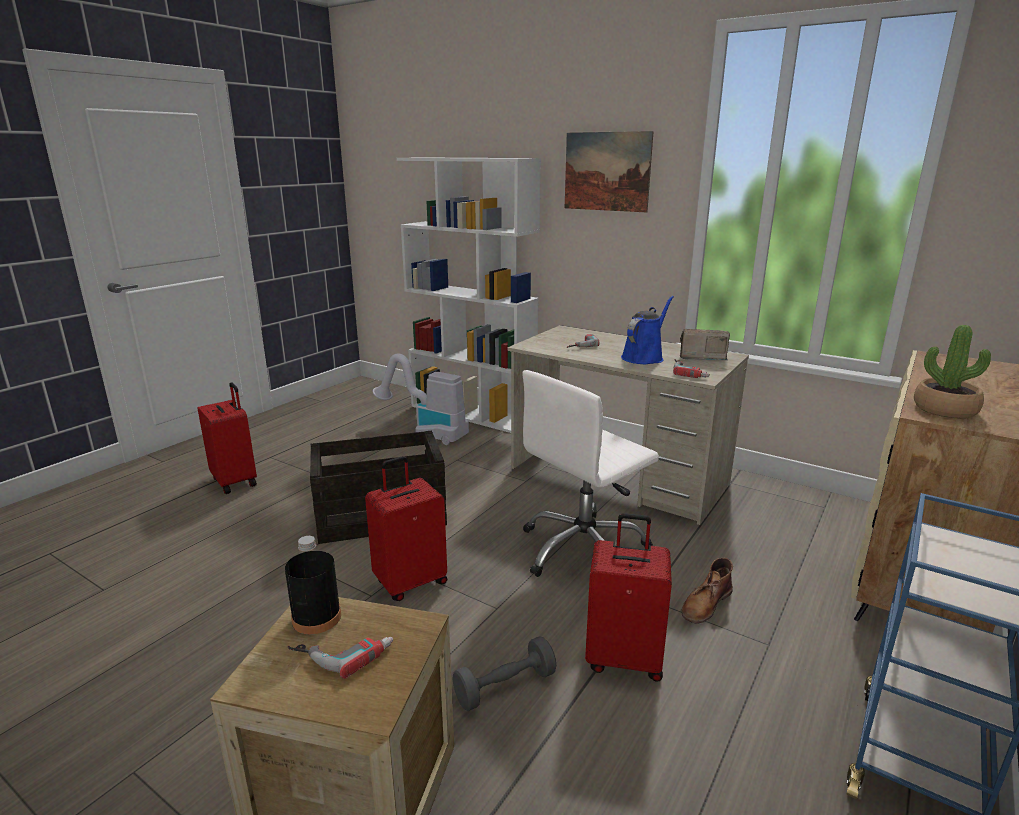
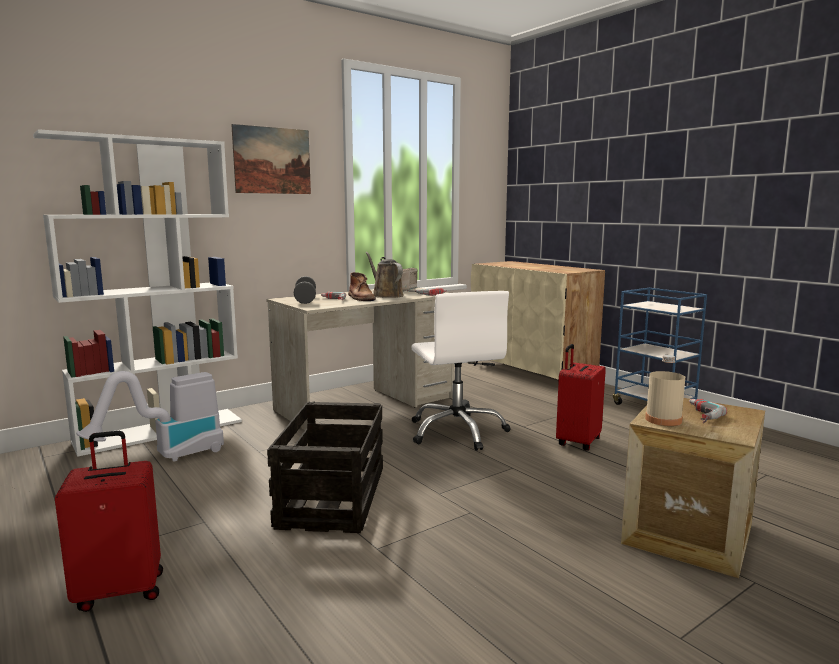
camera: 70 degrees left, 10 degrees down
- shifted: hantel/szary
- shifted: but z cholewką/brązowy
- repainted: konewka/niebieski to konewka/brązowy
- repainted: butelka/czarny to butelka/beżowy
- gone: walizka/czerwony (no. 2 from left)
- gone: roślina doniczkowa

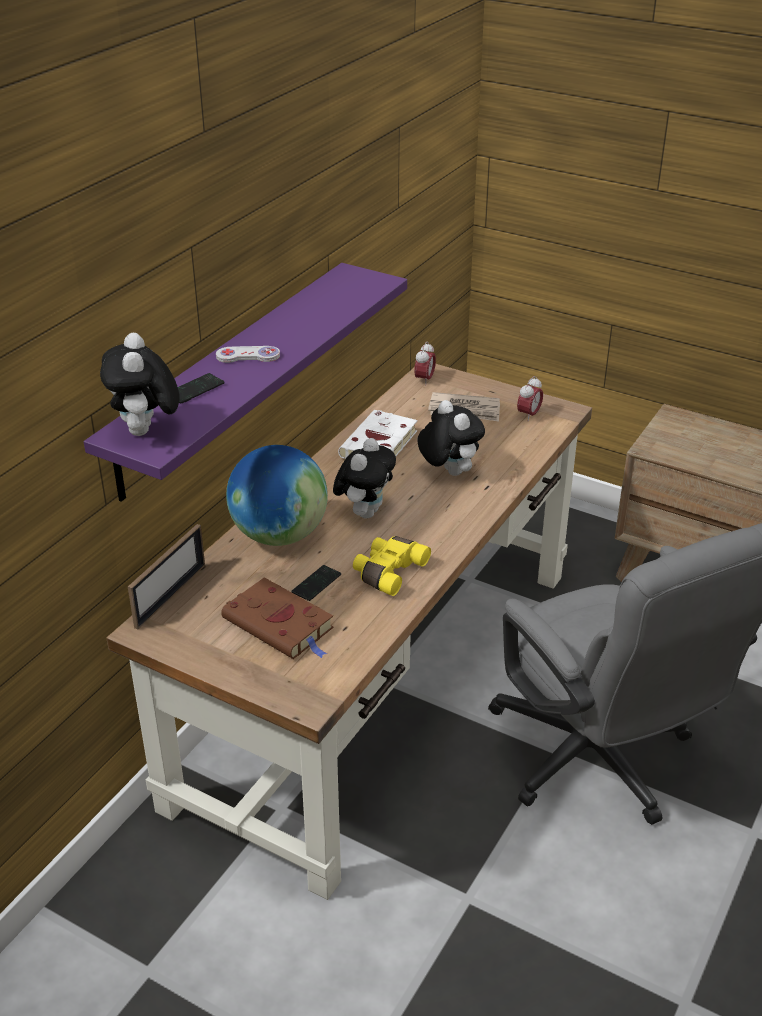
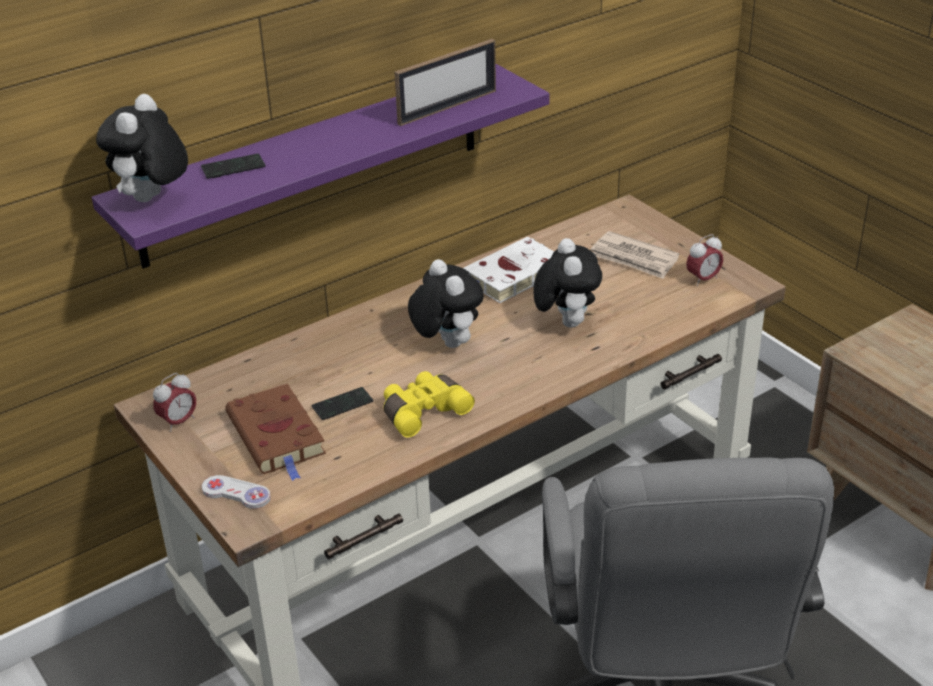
camera: 25 degrees right, 0 degrees up
- shifted: budzik (no. 1 from left)
- shifted: pad do gier/biały
- shifted: ramka na zdjęcie
- rotated: pluszak (no. 2 from left) 75 degrees counterclockwise
- gone: globus

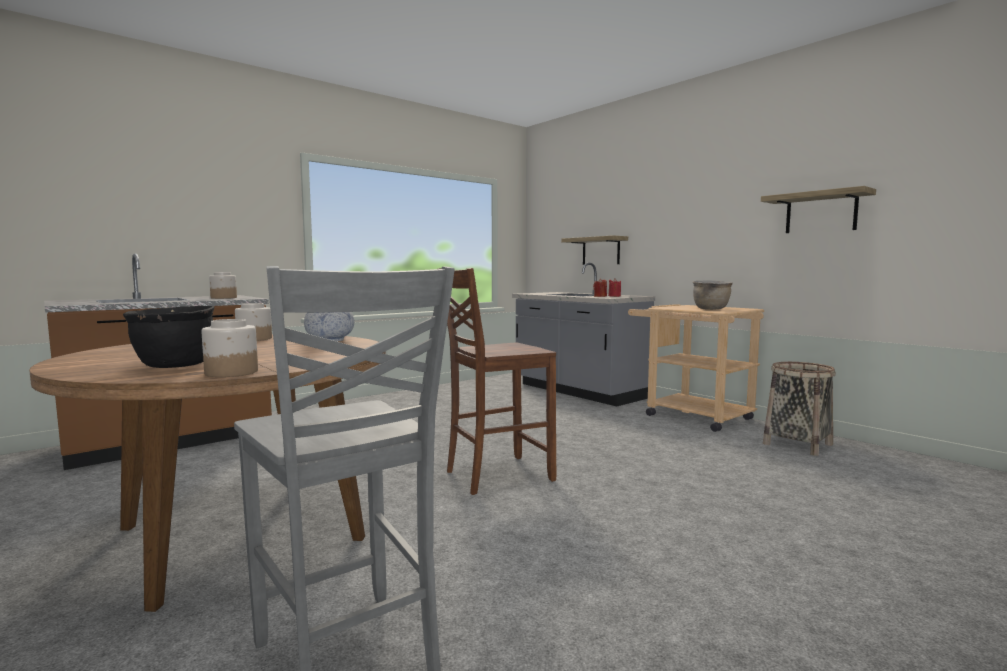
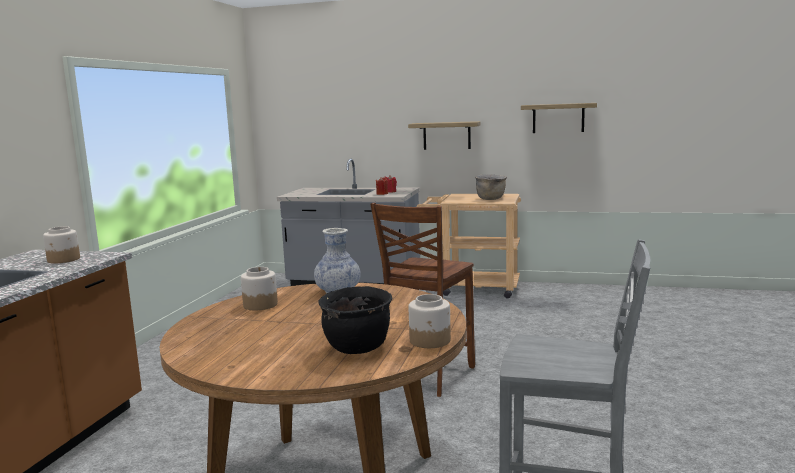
camera: 35 degrees left, 5 degrees up
- shifted: półka (no. 1 from left)
- gone: koszyk

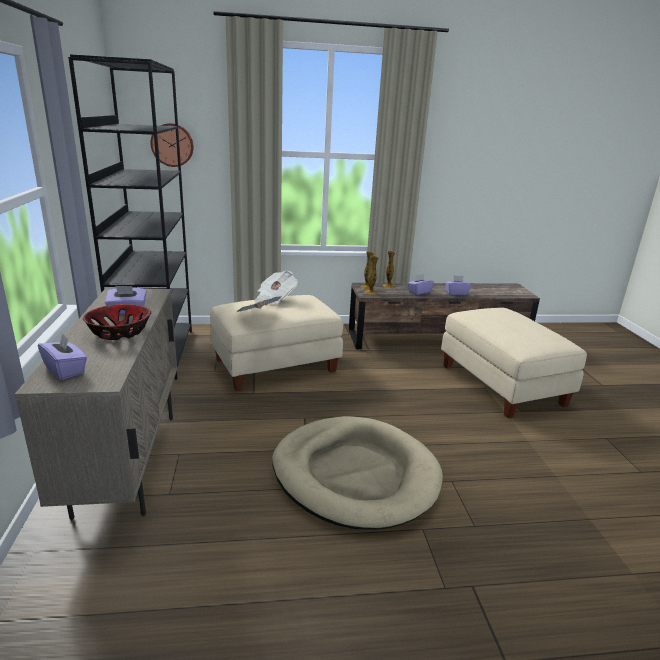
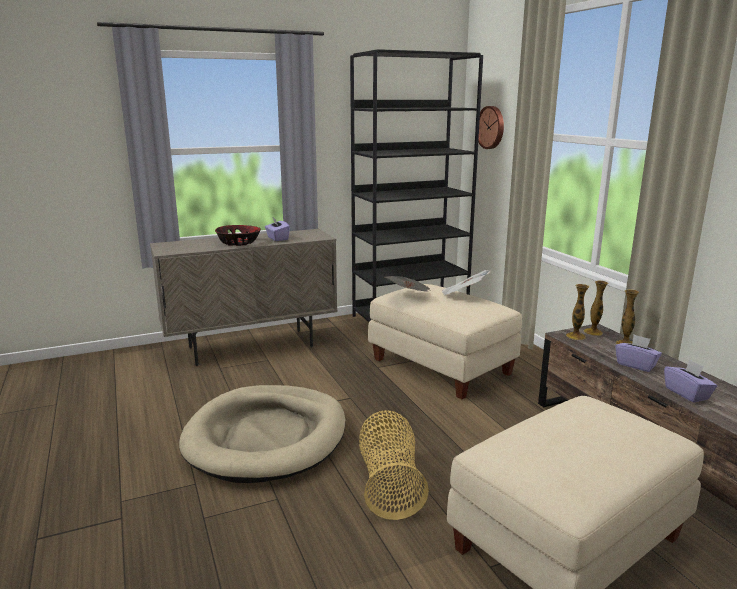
camera: 75 degrees right, 5 degrees down
- new: koszyk
- gone: pudełko chusteczek/fioletowy (no. 1 from left)

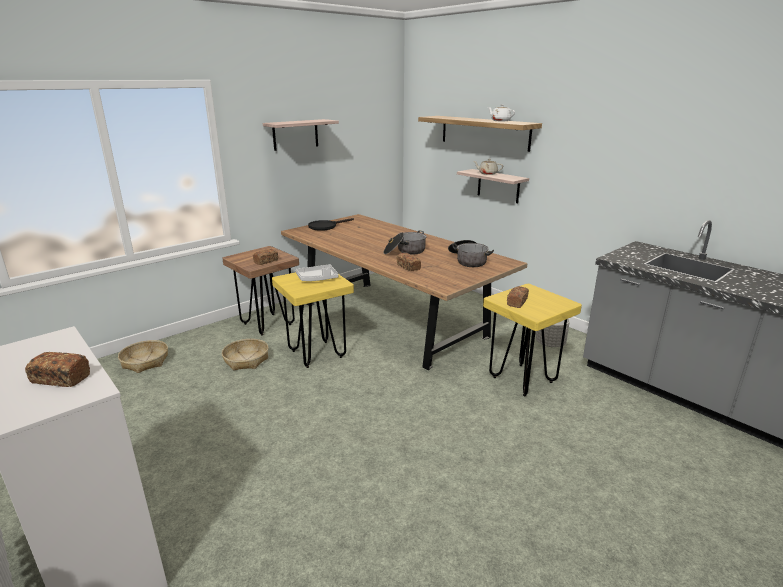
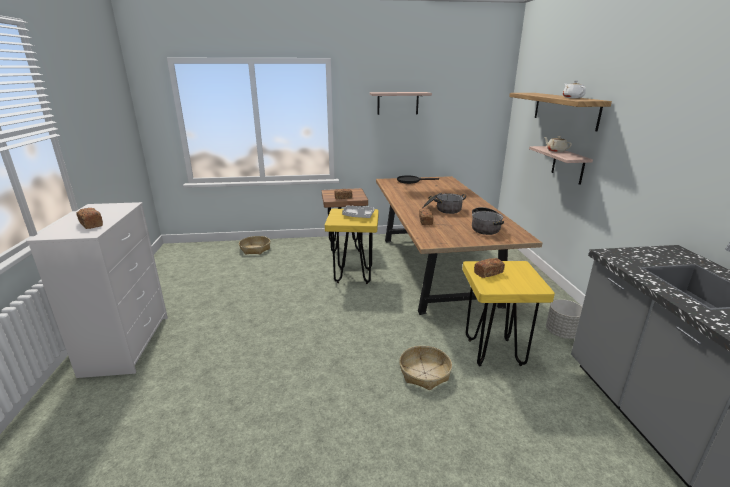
camera: 35 degrees right, 0 degrees up
- shifted: koszyk (no. 2 from left)

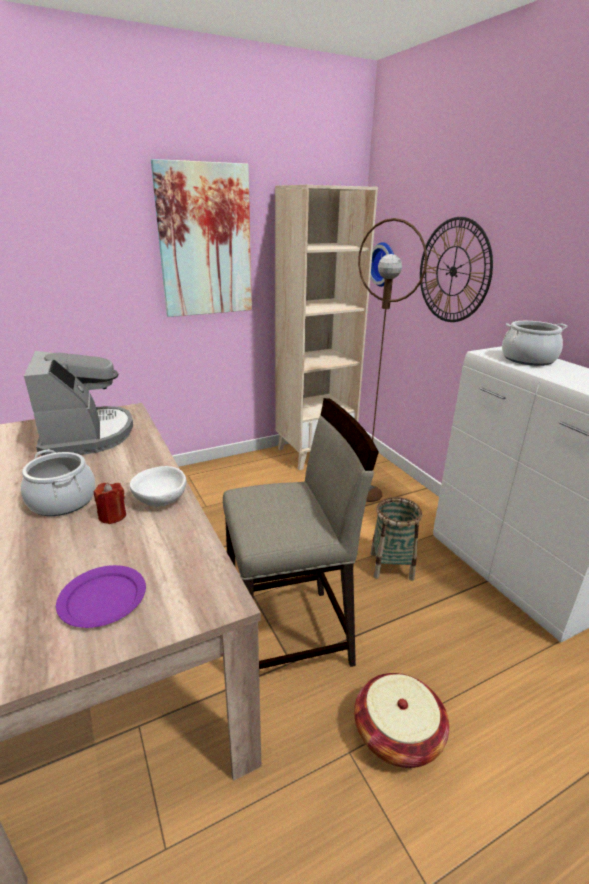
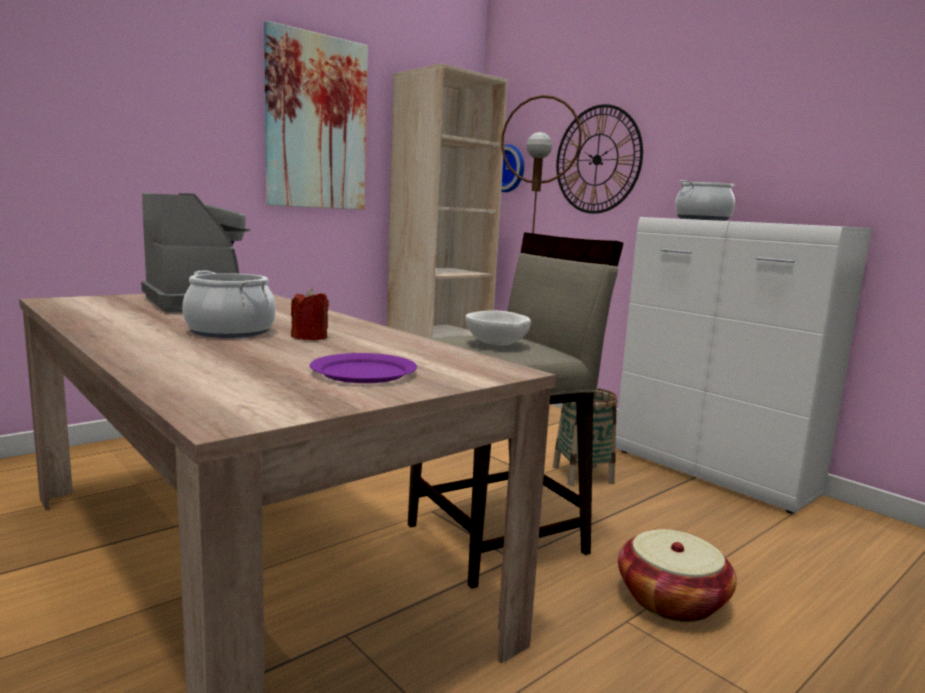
camera: 15 degrees left, 15 degrees down
- shifted: miska/biały

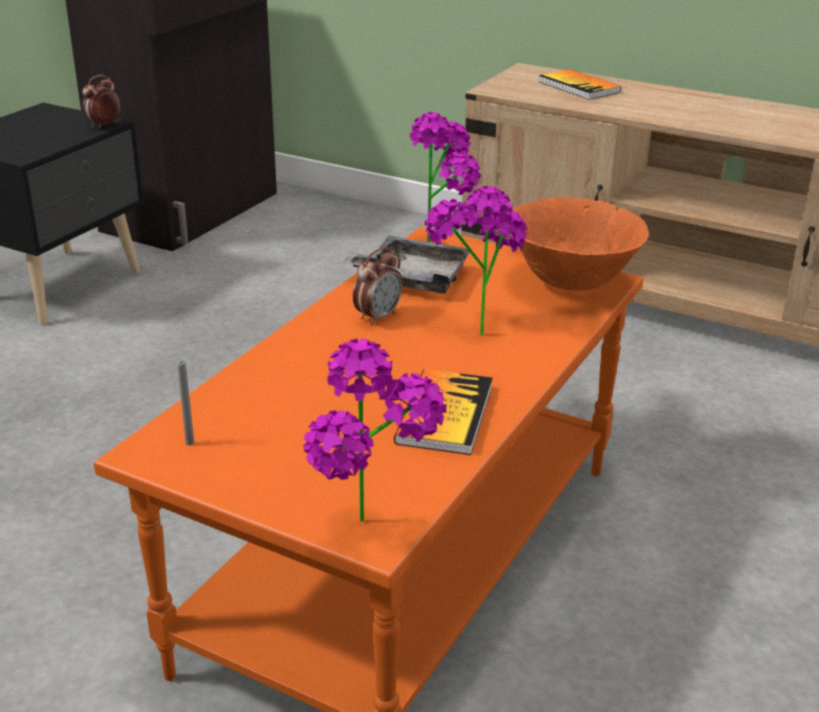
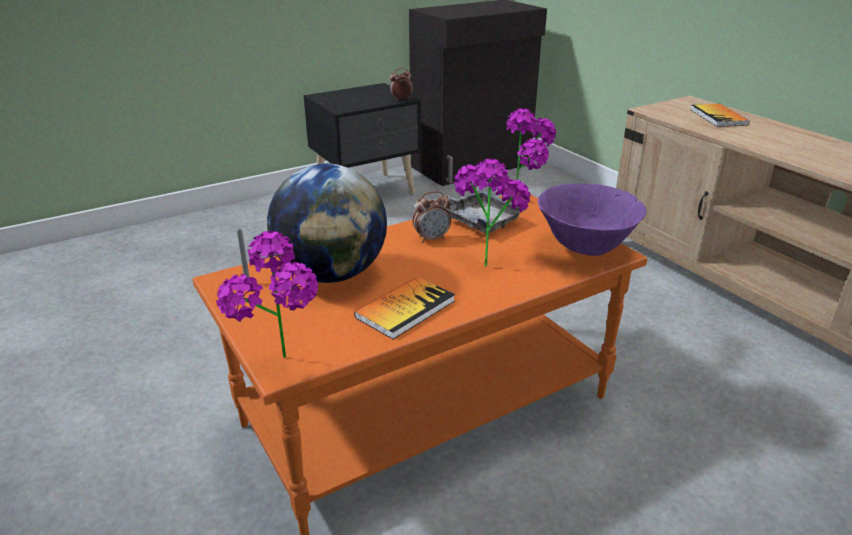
camera: 30 degrees right, 0 degrees up
- new: globus
- repainted: miska/pomarańczowy to miska/fioletowy

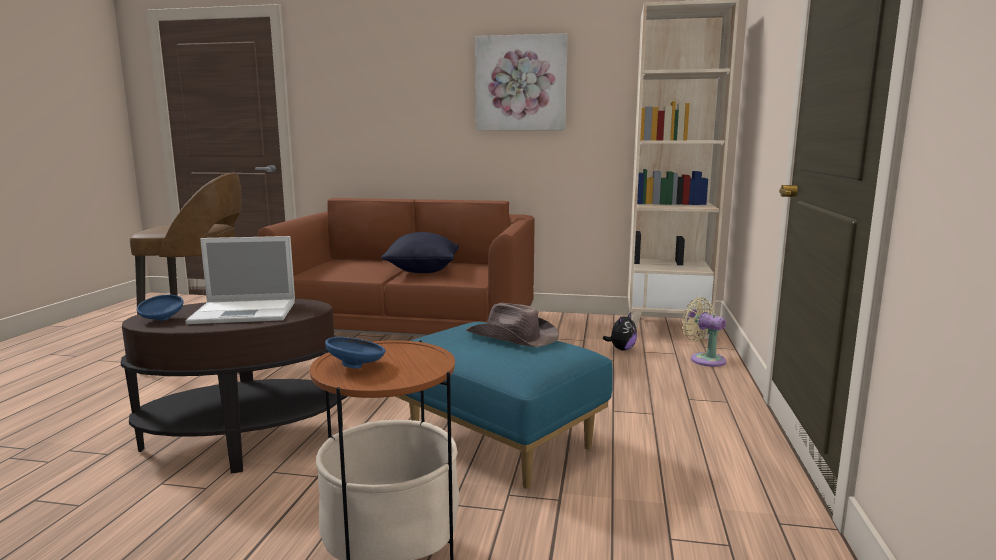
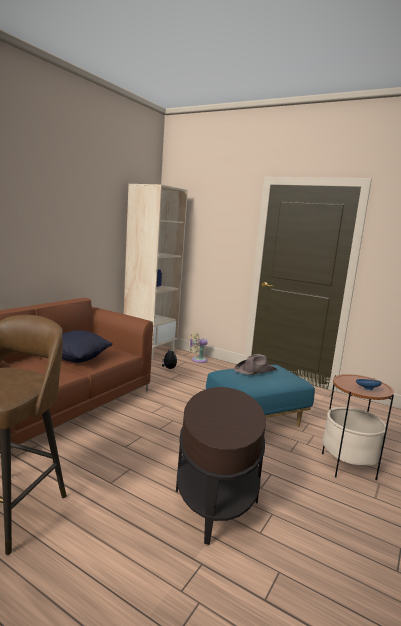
camera: 70 degrees left, 0 degrees up
- gone: miska/niebieski (no. 1 from left)
- gone: laptop
- gone: obraz

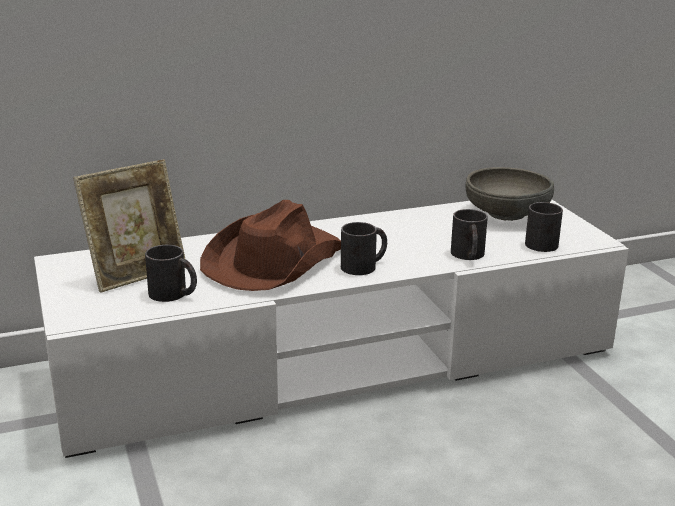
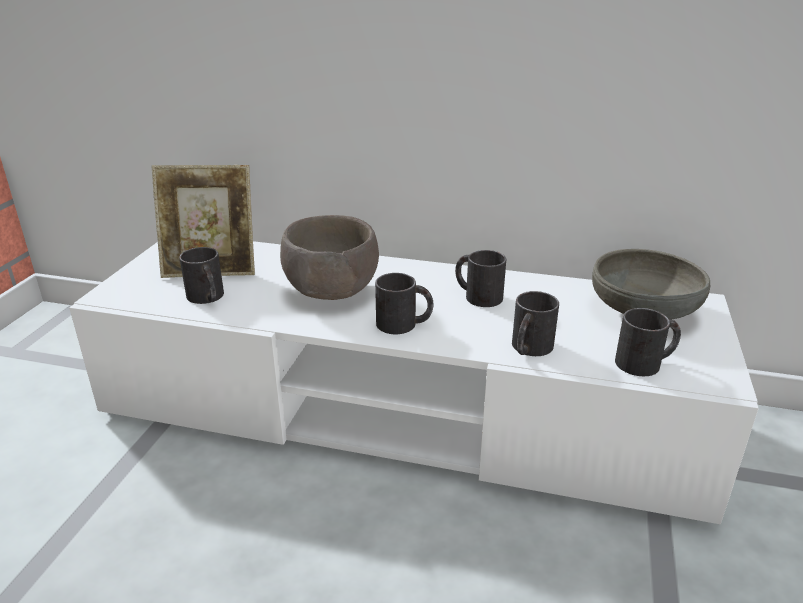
camera: 35 degrees right, 5 degrees up
- swapped: kapelusz/brązowy to miska/brązowy
- new: kubek/czarny (no. 3 from left)

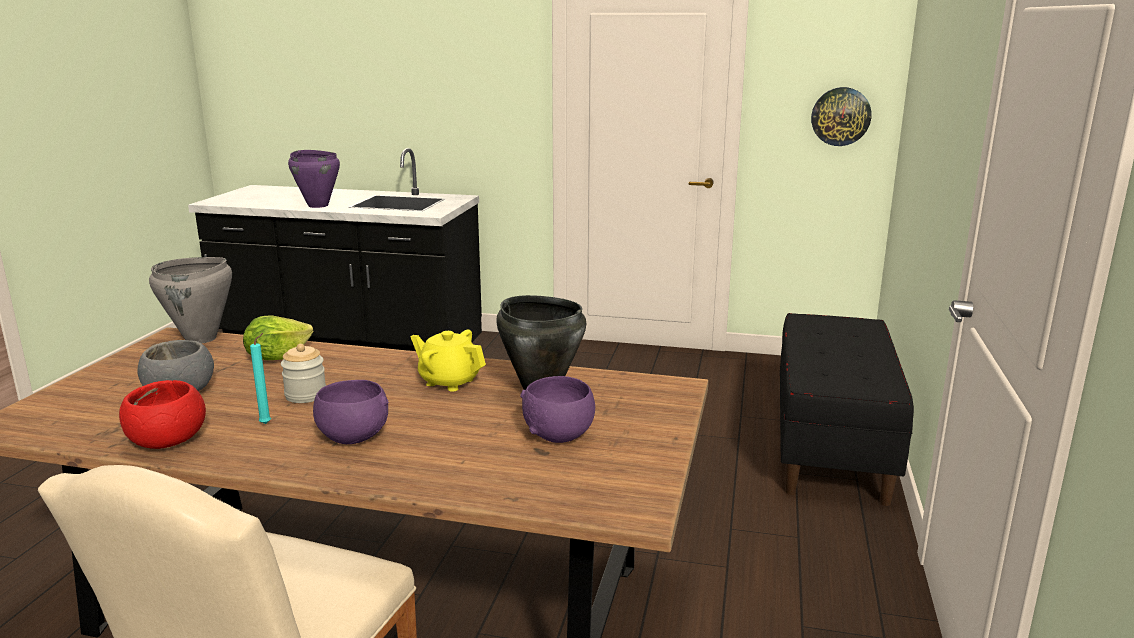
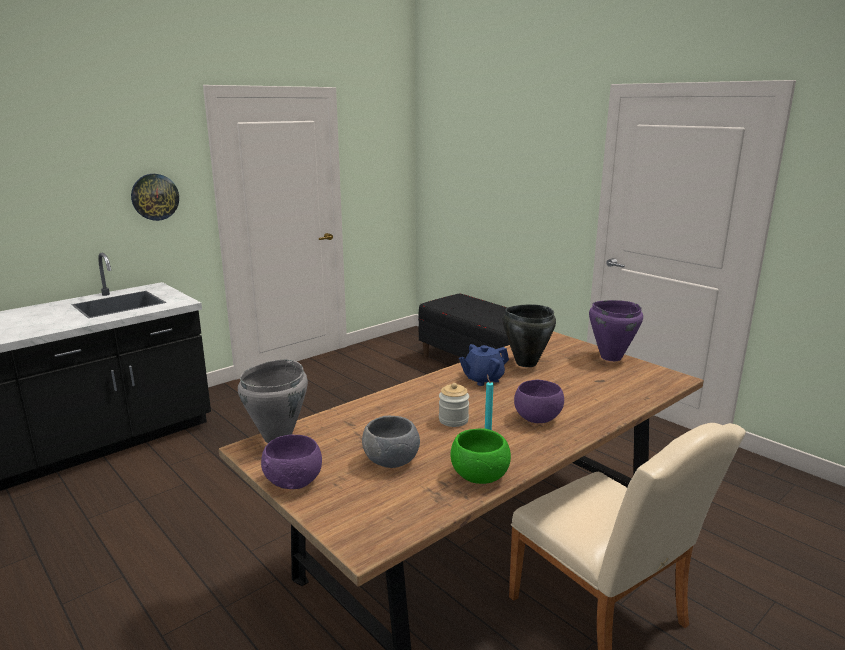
camera: 55 degrees left, 0 degrees up
- shifted: zegar ścienny
- shifted: miska/fioletowy (no. 2 from left in the first image) to miska/fioletowy (no. 1 from left)
- repainted: miska/czerwony to miska/zielony
- repainted: imbryk/żółty to imbryk/niebieski
- shifted: garnek/fioletowy
- gone: sałata

